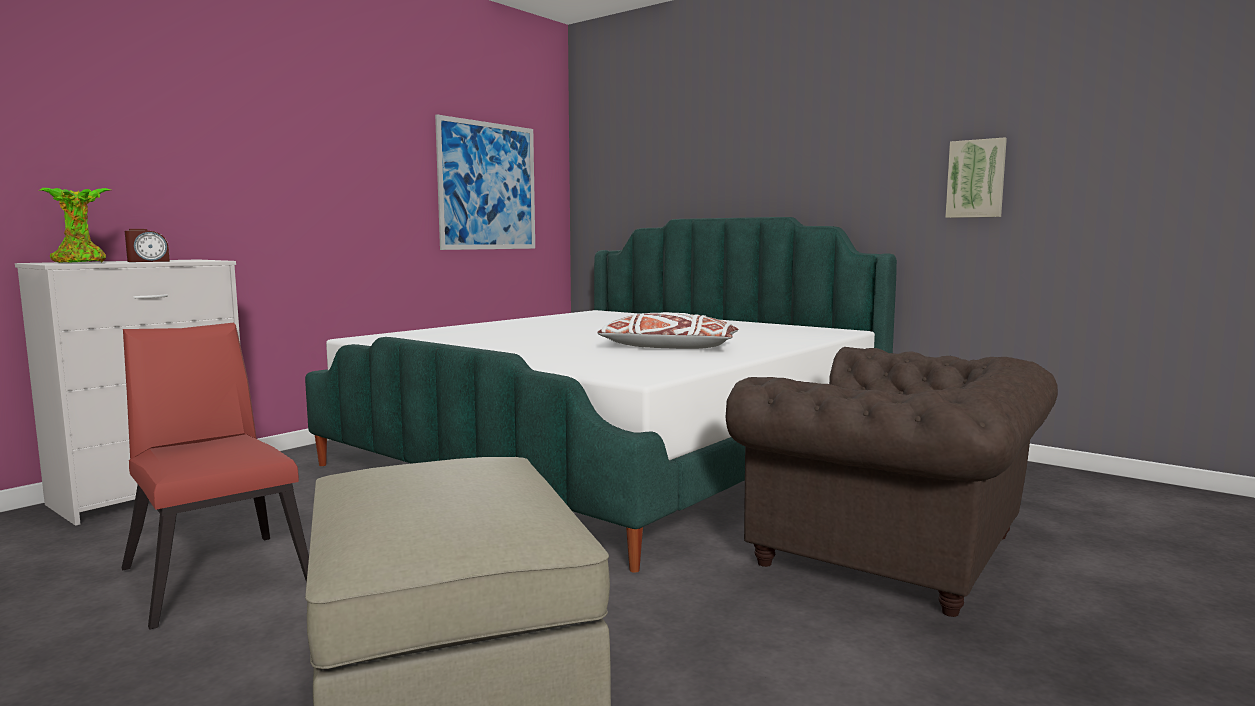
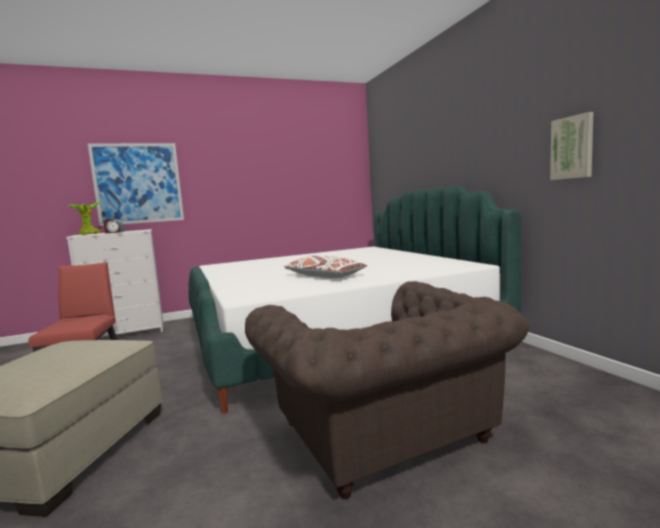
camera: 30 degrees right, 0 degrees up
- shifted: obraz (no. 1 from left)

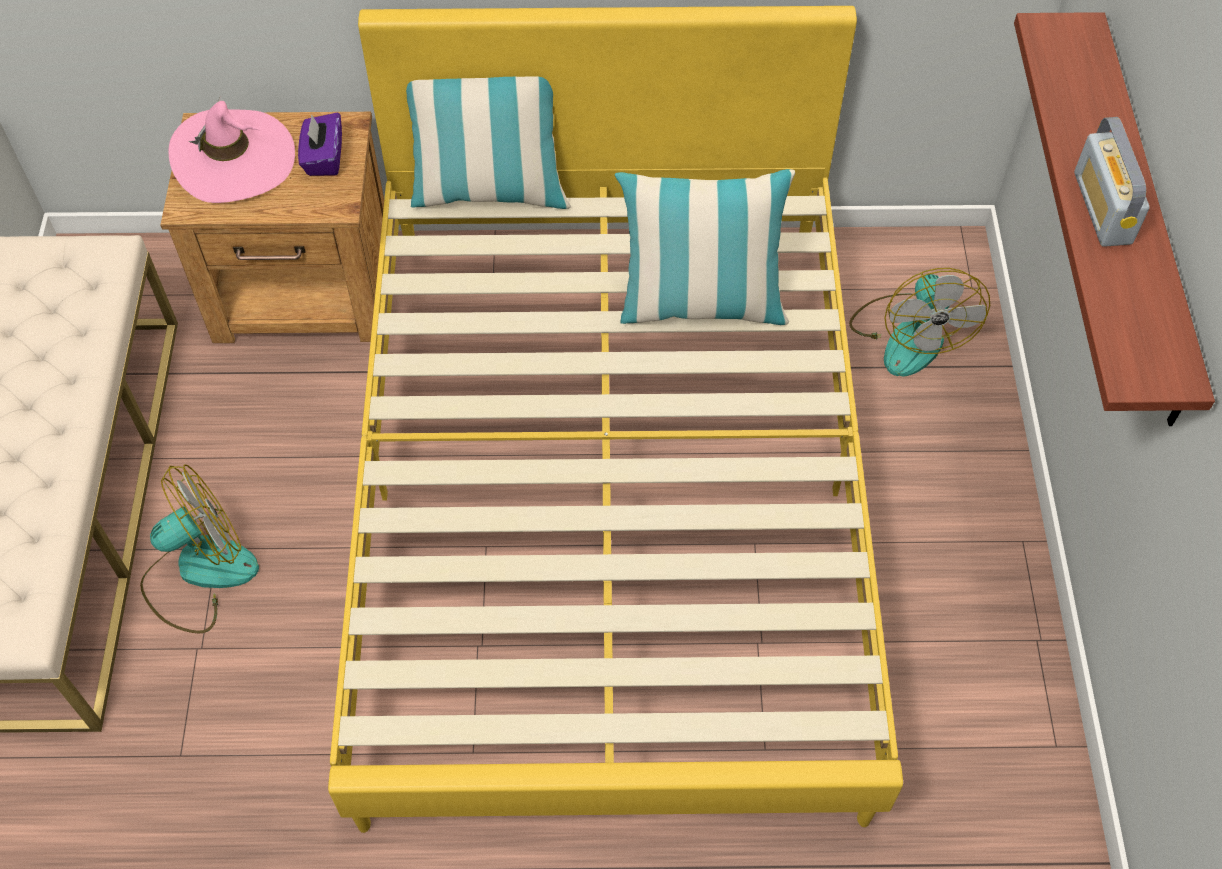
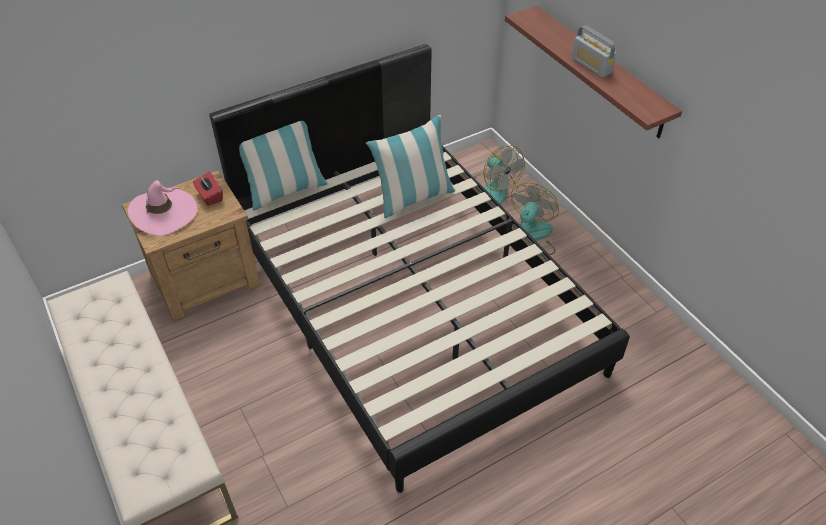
camera: 30 degrees left, 10 degrees down
- repainted: pudełko chusteczek/fioletowy to pudełko chusteczek/czerwony
- repainted: łóżko/żółty to łóżko/czarny
- shifted: wentylator (no. 1 from left in the first image) to wentylator (no. 2 from left)

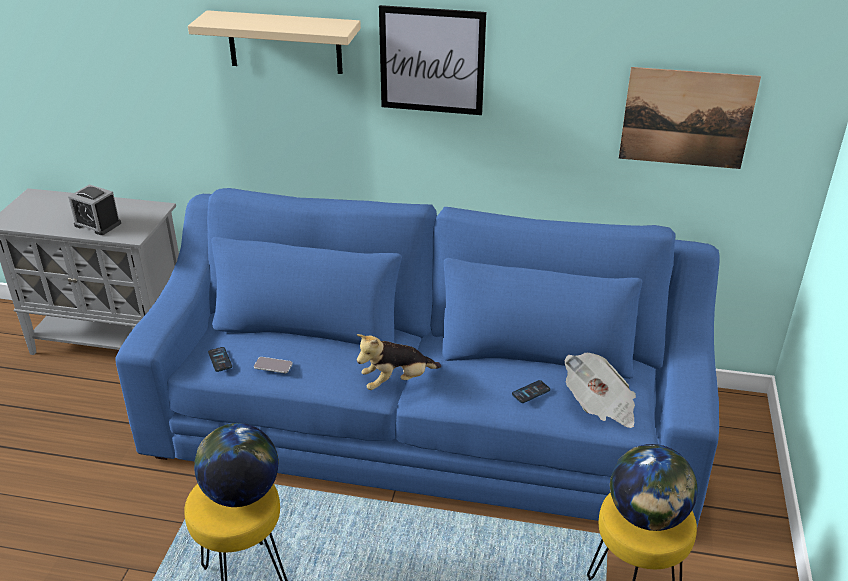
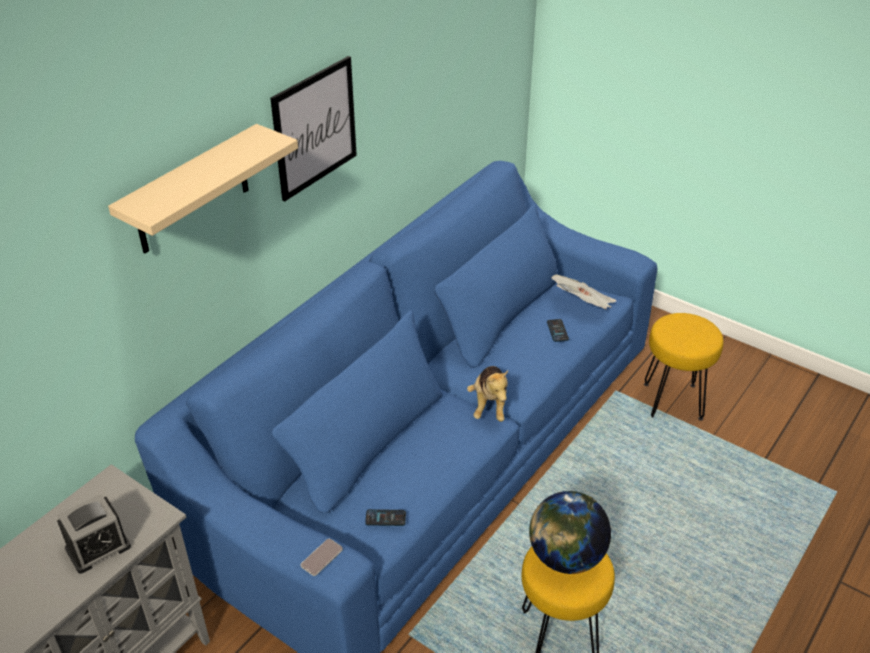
camera: 65 degrees left, 5 degrees up
- shifted: telefon (no. 2 from left in the first image) to telefon (no. 1 from left)
- gone: globus (no. 2 from left)
- gone: obraz (no. 2 from left)

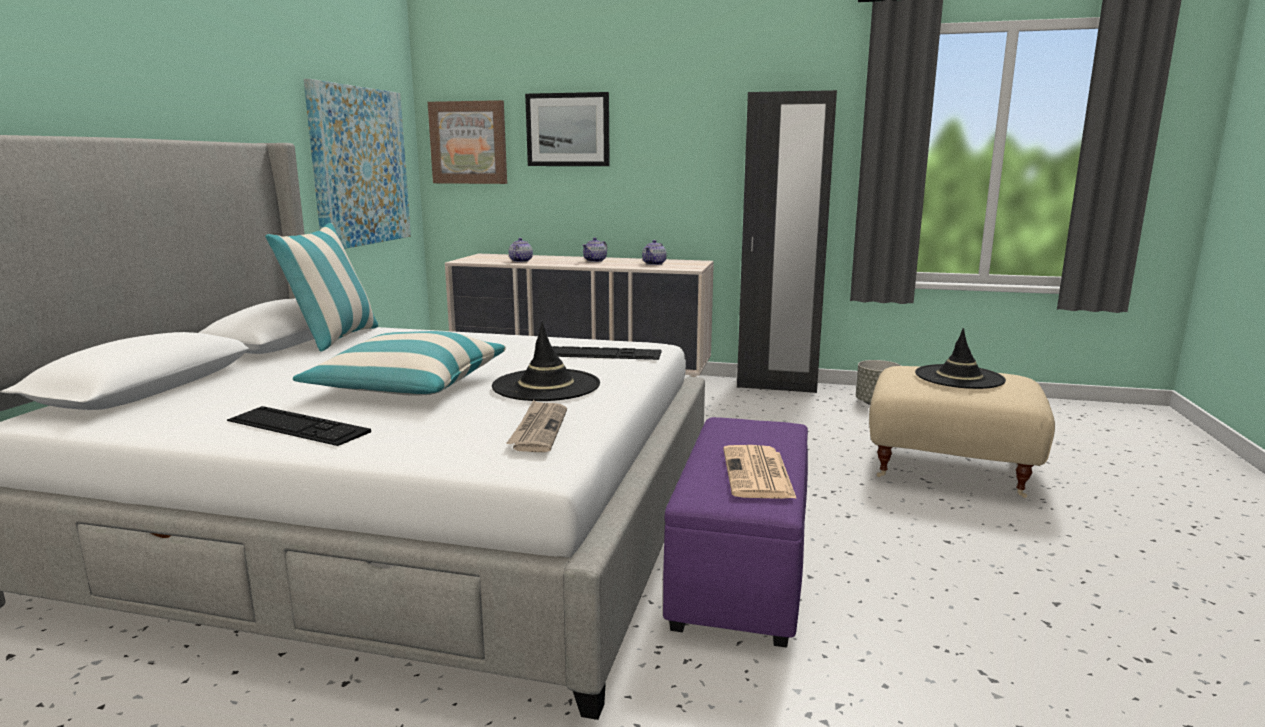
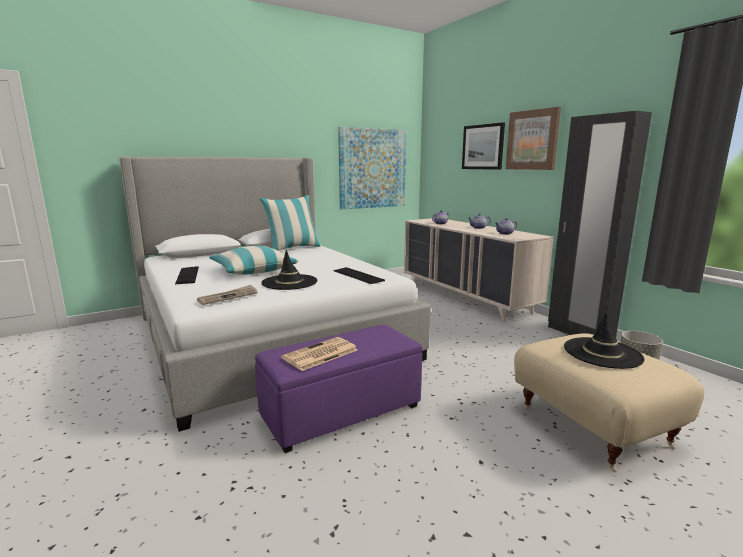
camera: 45 degrees right, 0 degrees up
- shifted: obraz (no. 2 from left in the first image) to obraz (no. 3 from left)

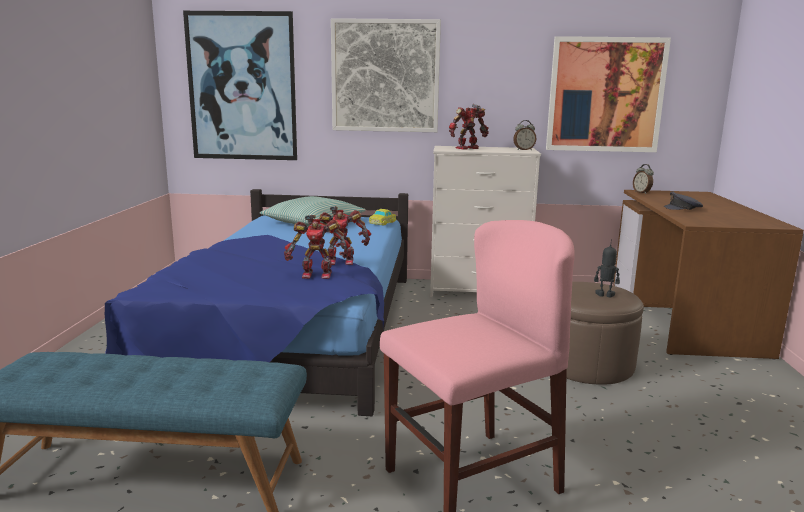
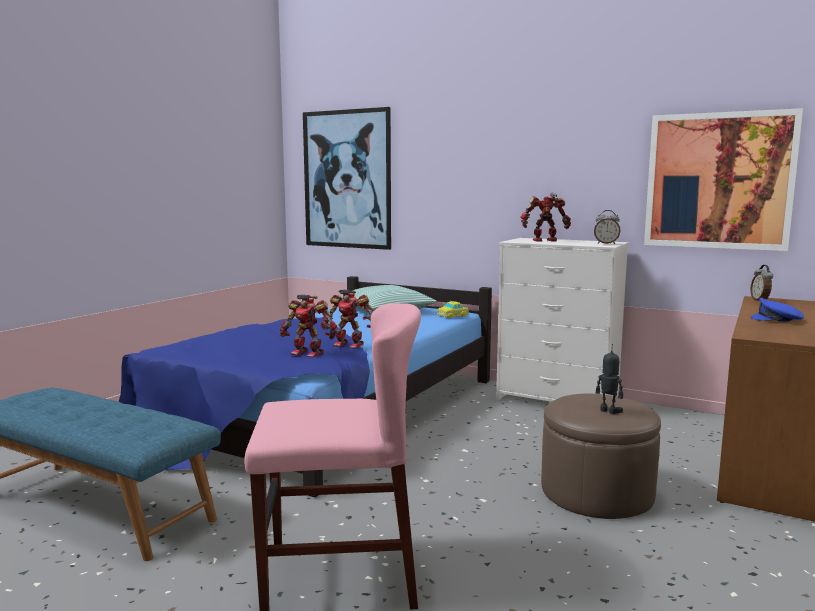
camera: 25 degrees right, 5 degrees down
- repainted: czapka z daszkiem/szary to czapka z daszkiem/niebieski
- gone: obraz (no. 2 from left)

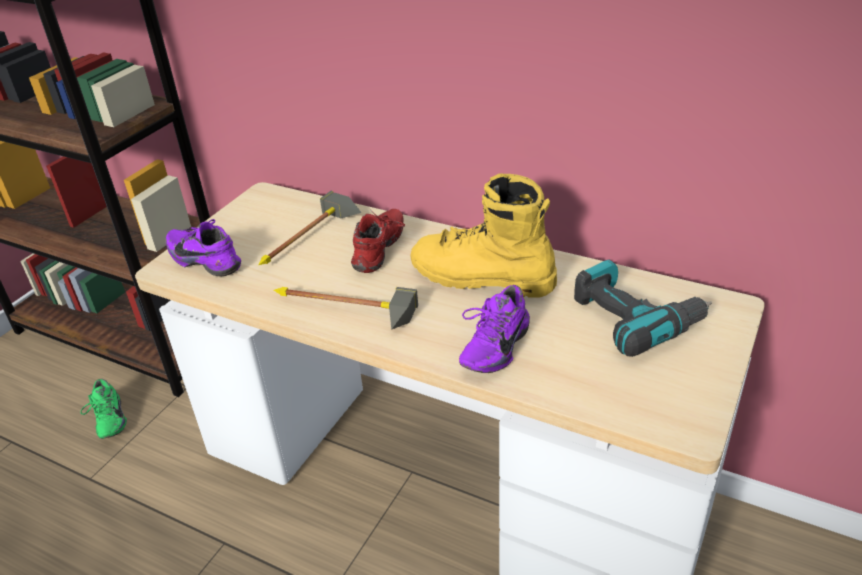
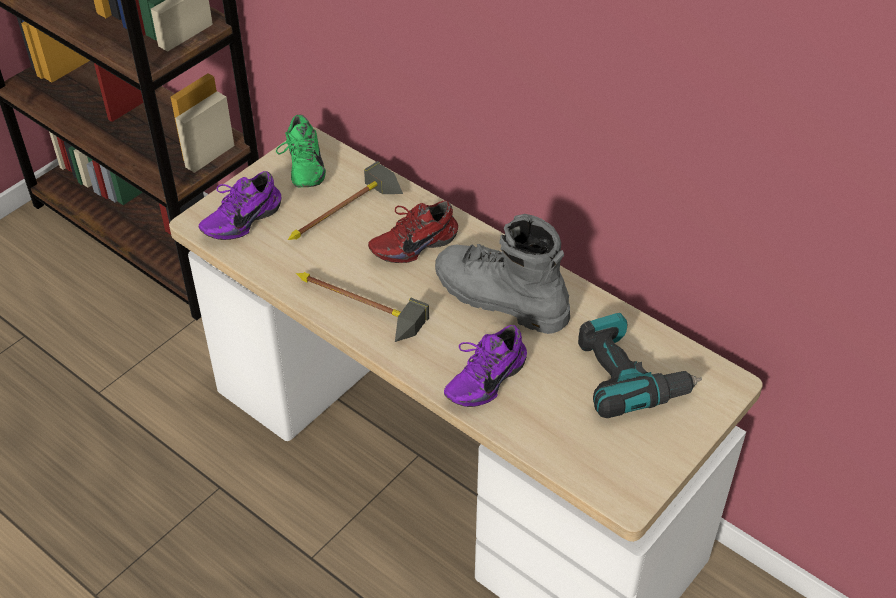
camera: 10 degrees right, 10 degrees up
- rotated: but/fioletowy (no. 1 from left) 90 degrees counterclockwise
- shifted: but/zielony
- rotated: but/czerwony 150 degrees counterclockwise
- repainted: but z cholewką/żółty to but z cholewką/szary

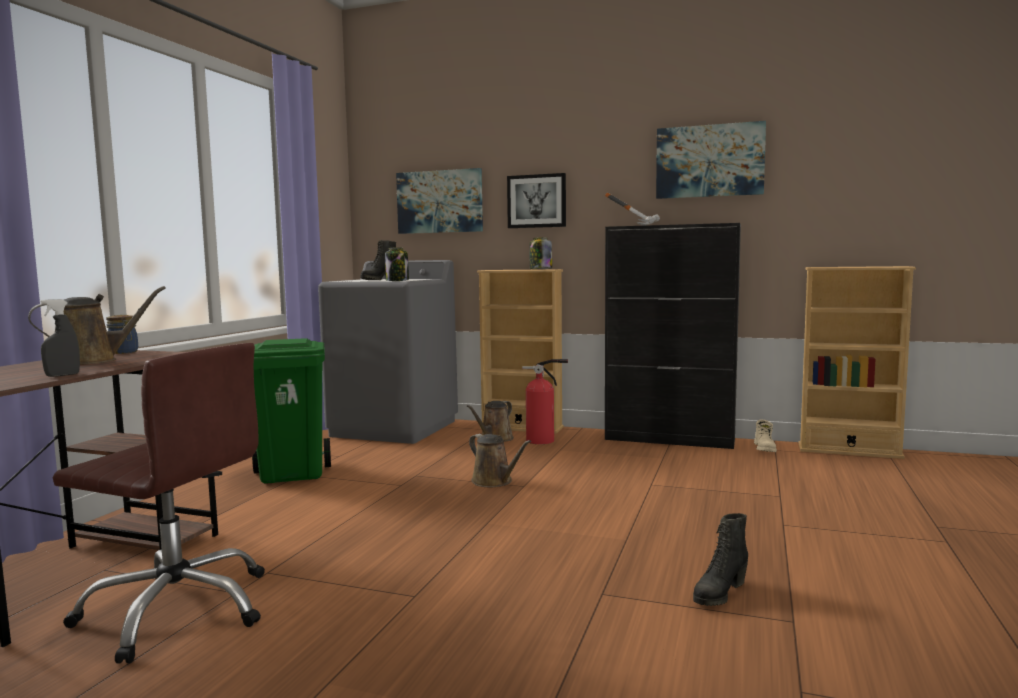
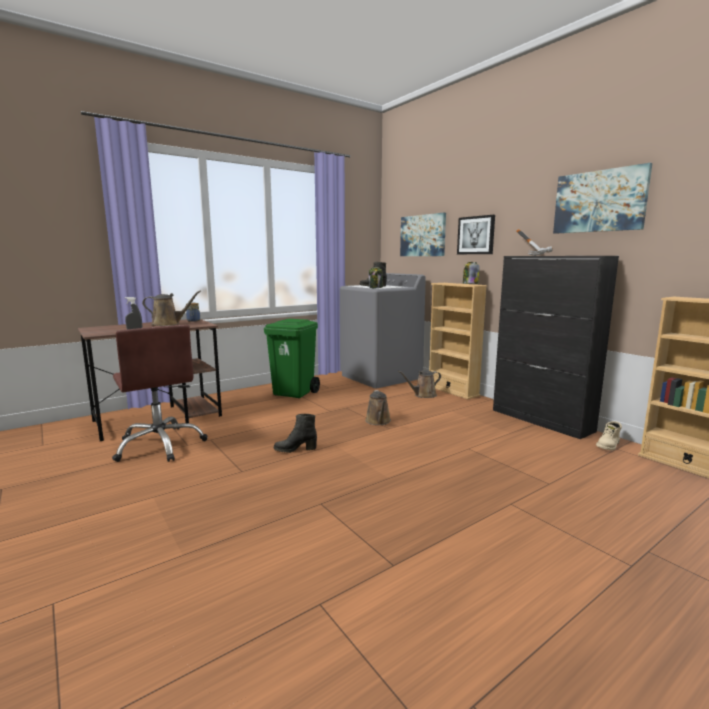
camera: 35 degrees right, 5 degrees up
- shifted: but z cholewką/czarny (no. 2 from left in the first image) to but z cholewką/czarny (no. 1 from left)
- gone: gaśnica

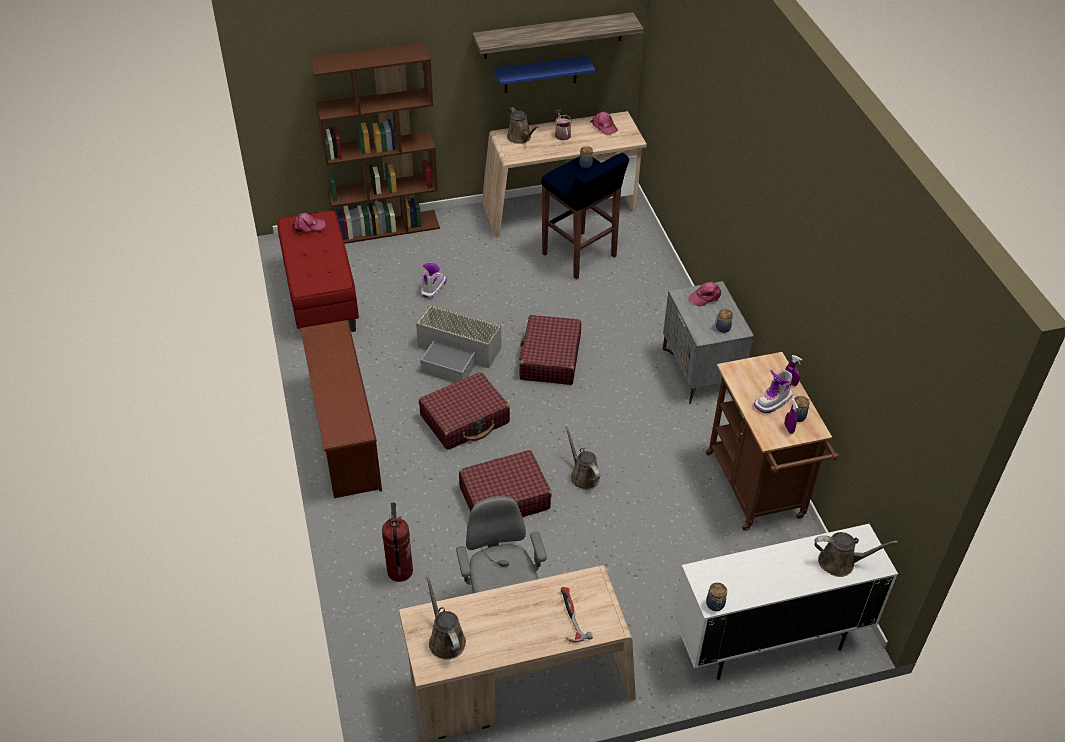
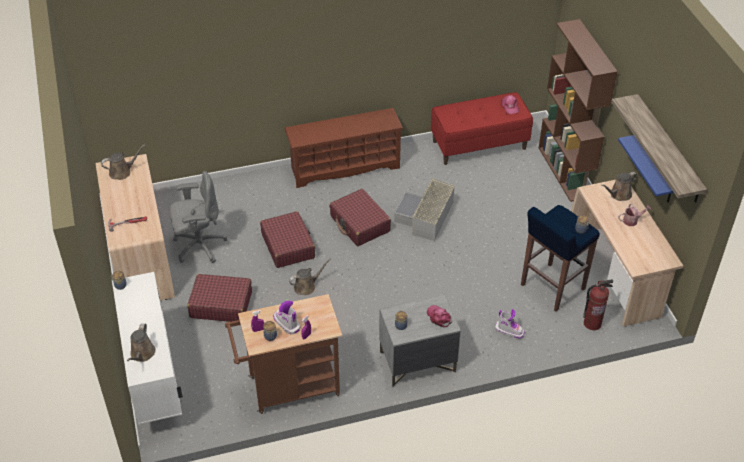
camera: 90 degrees right, 0 degrees up
- shifted: walizka/czerwony (no. 3 from left in the first image) to walizka/czerwony (no. 1 from left)
- shifted: but z cholewką (no. 1 from left in the first image) to but z cholewką (no. 2 from left)
- shifted: gaśnica
- gone: czapka z daszkiem/różowy (no. 2 from left)

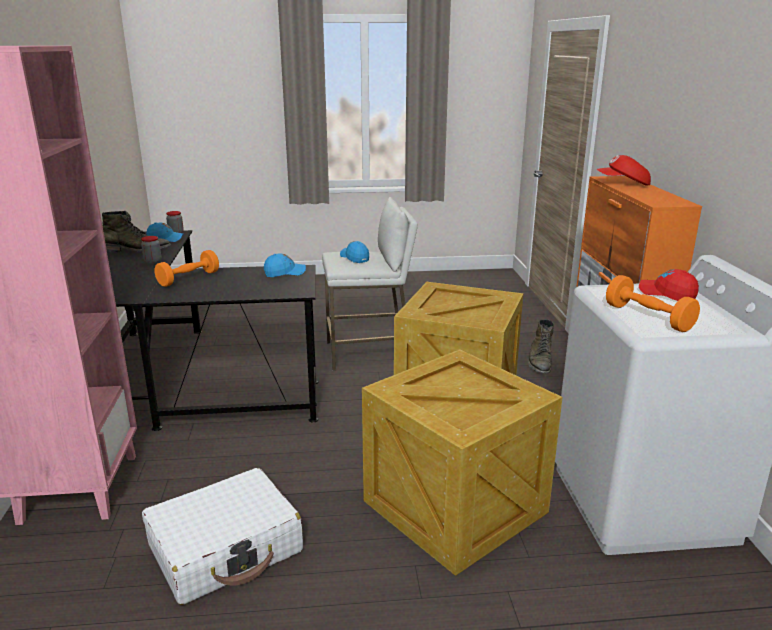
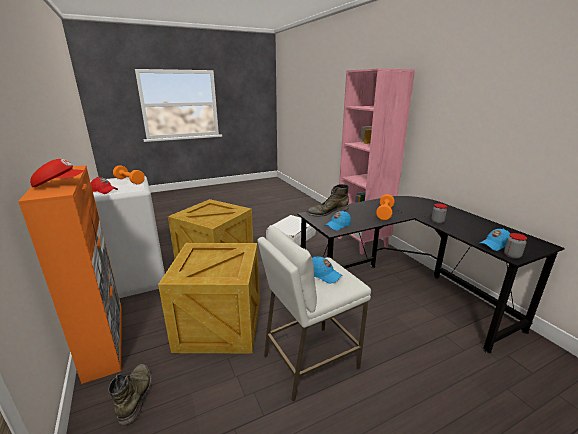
camera: 160 degrees right, 0 degrees up
- shifted: but z cholewką/zielony (no. 1 from left in the first image) to but z cholewką/zielony (no. 2 from left)

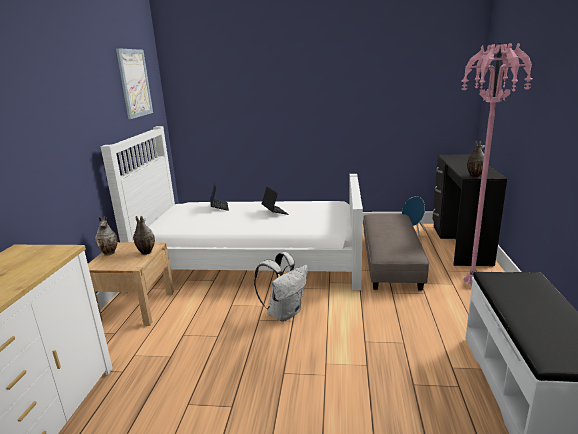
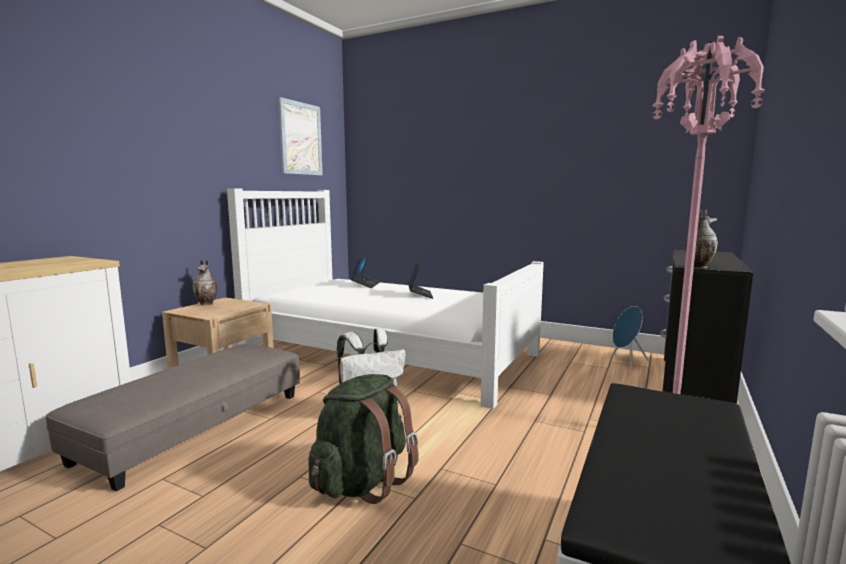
camera: 20 degrees right, 10 degrees down
- shifted: pufa/szary
- new: plecak/zielony
- gone: wazon (no. 2 from left)

